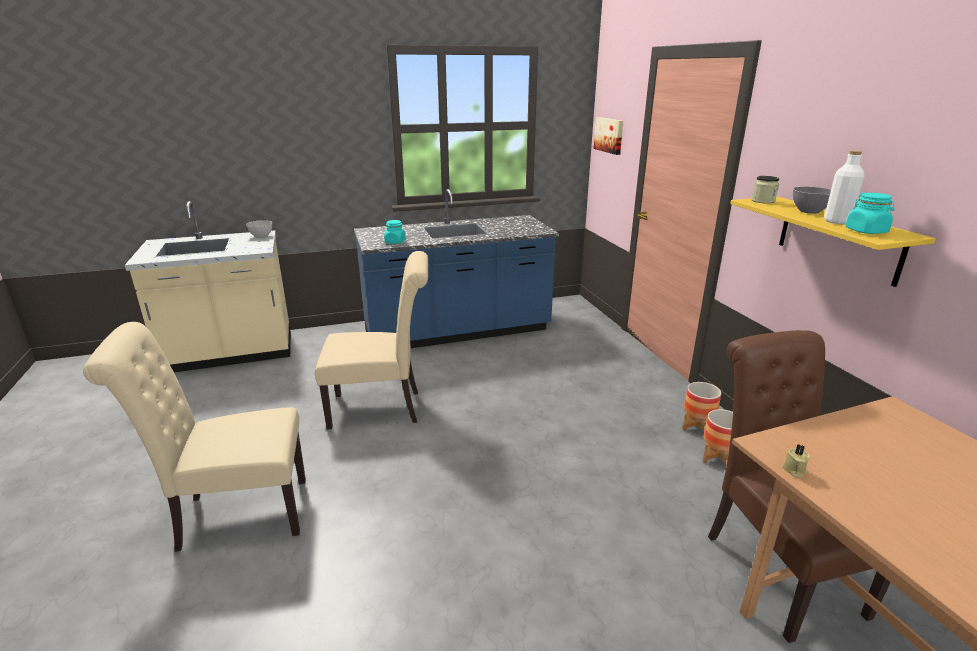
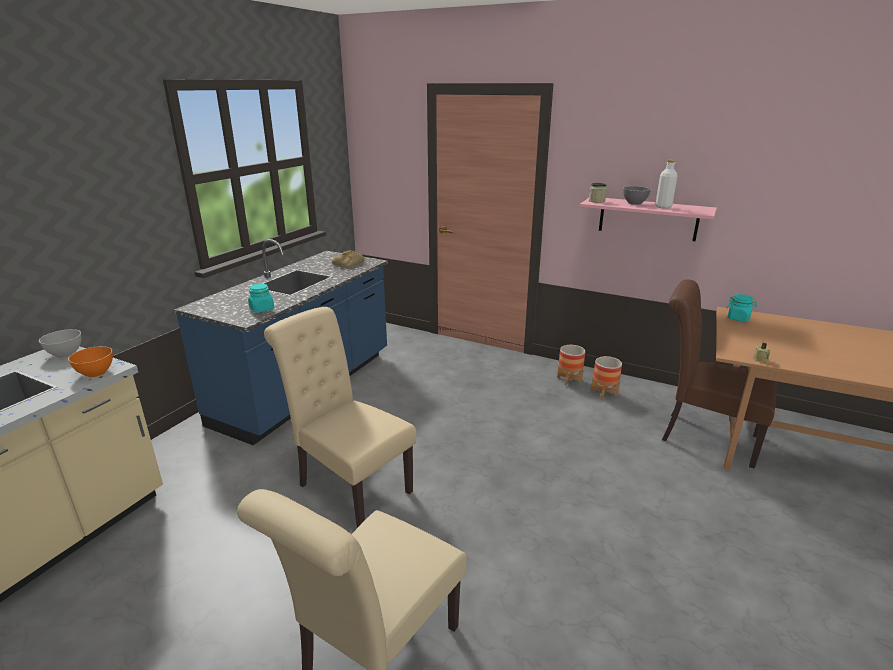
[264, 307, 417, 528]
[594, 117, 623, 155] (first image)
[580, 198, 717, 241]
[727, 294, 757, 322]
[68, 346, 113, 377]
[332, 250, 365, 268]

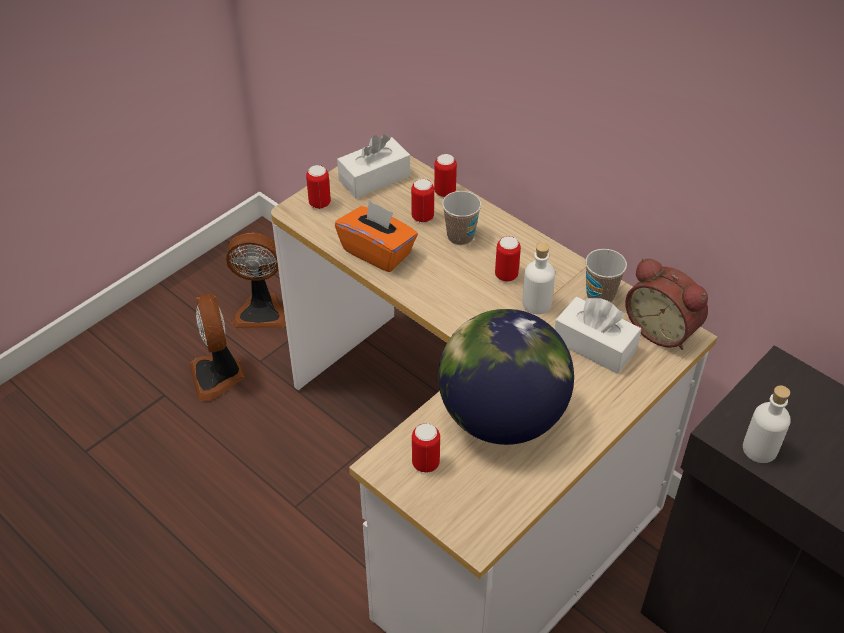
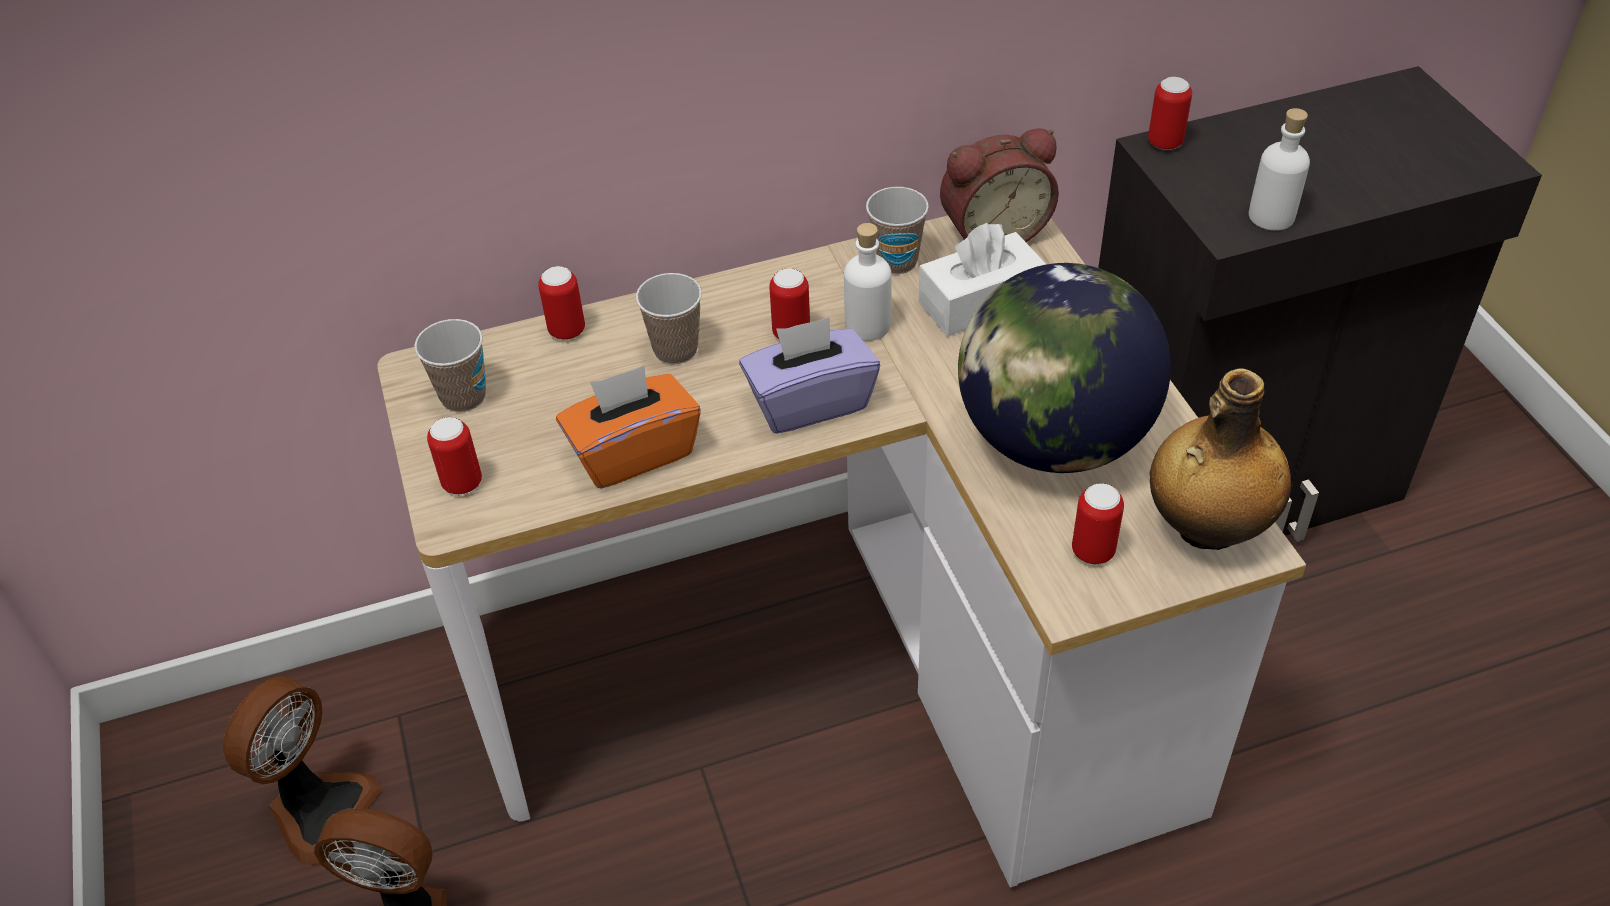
[414, 319, 486, 412]
[1148, 77, 1192, 150]
[739, 317, 880, 434]
[1150, 369, 1291, 550]

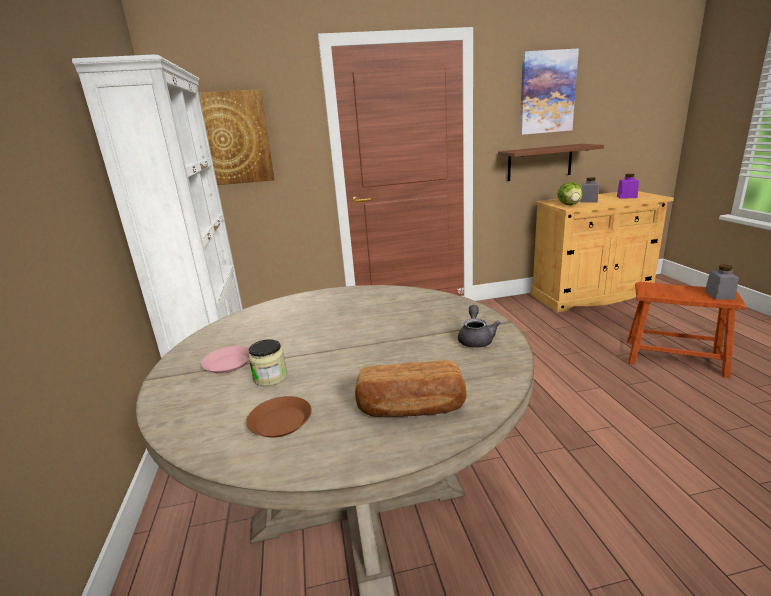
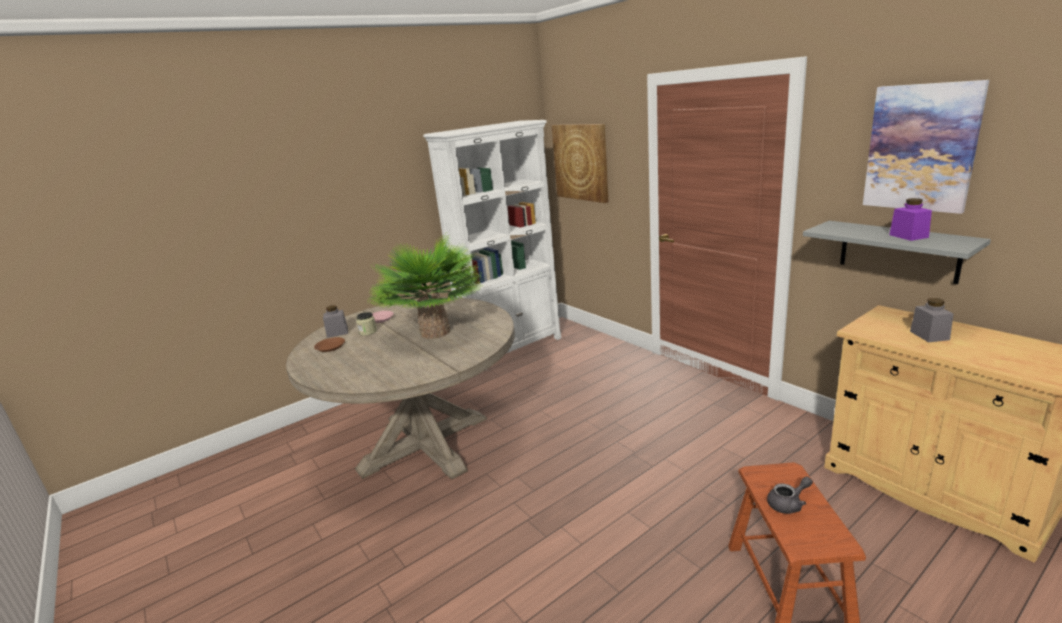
[355, 360, 466, 417] (first image)
[767, 476, 813, 514]
[803, 221, 991, 284]
[557, 182, 583, 205] (first image)
[889, 198, 932, 241]
[323, 305, 348, 338]
[367, 234, 485, 339]

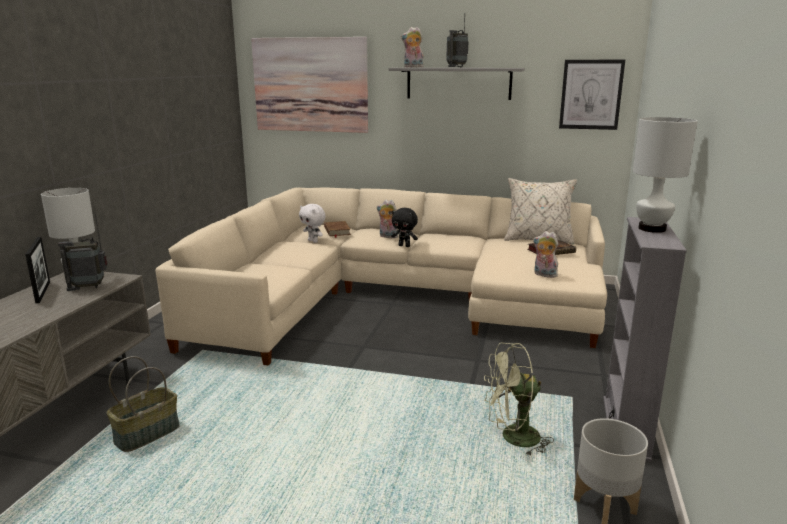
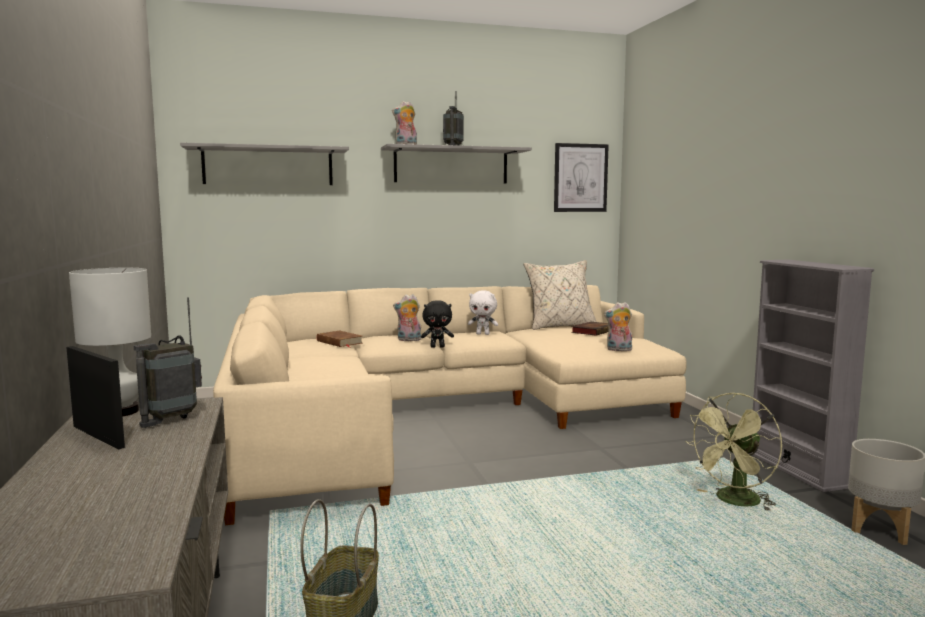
[180, 143, 349, 185]
[468, 290, 498, 335]
[633, 117, 698, 233] (first image)

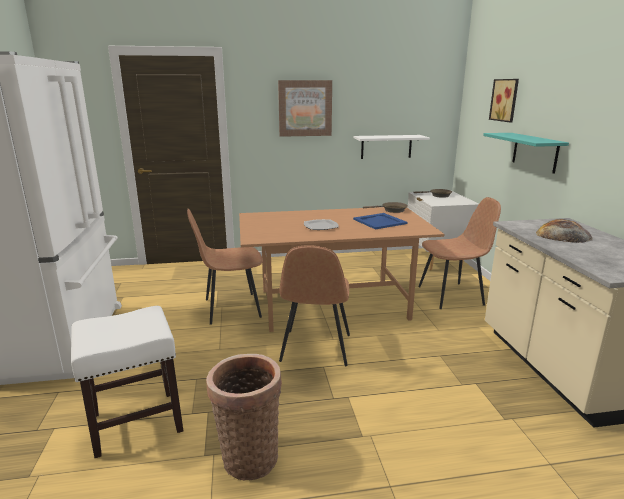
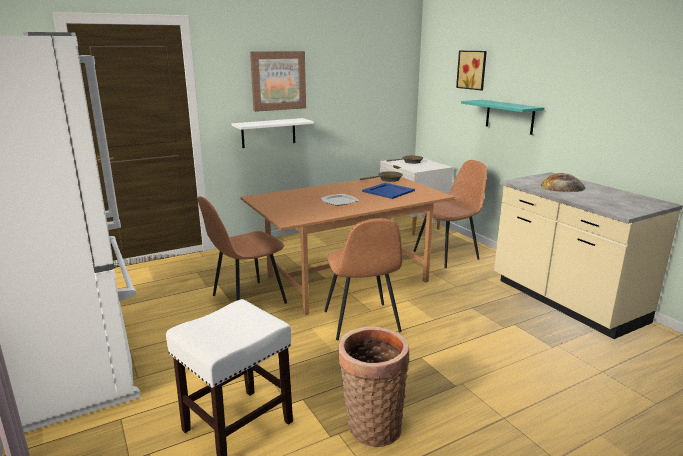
[232, 118, 314, 148]

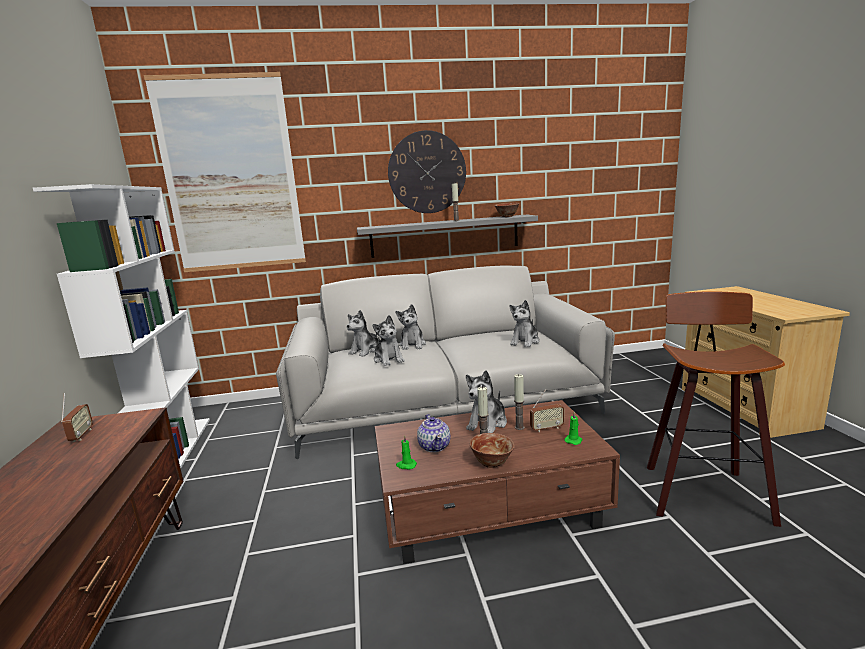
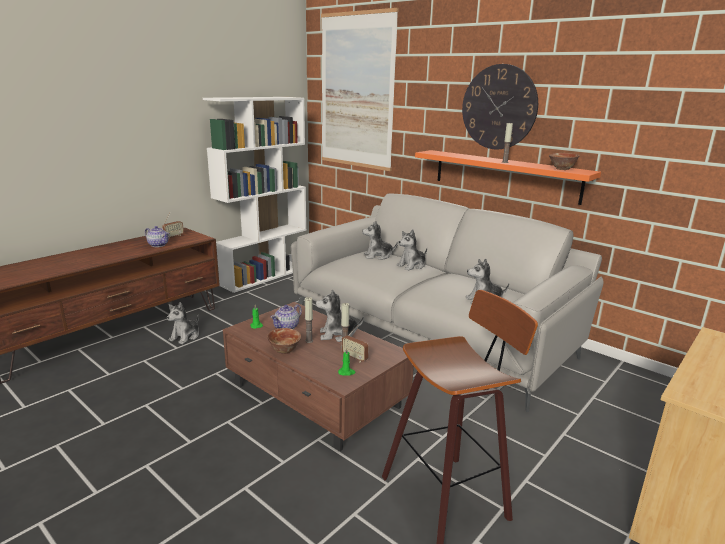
[415, 150, 601, 205]
[167, 302, 199, 344]
[145, 226, 169, 247]

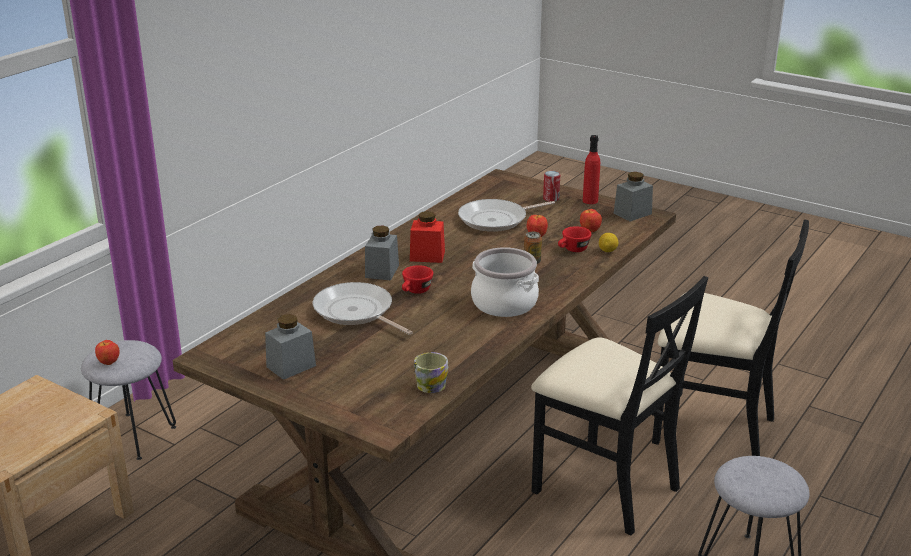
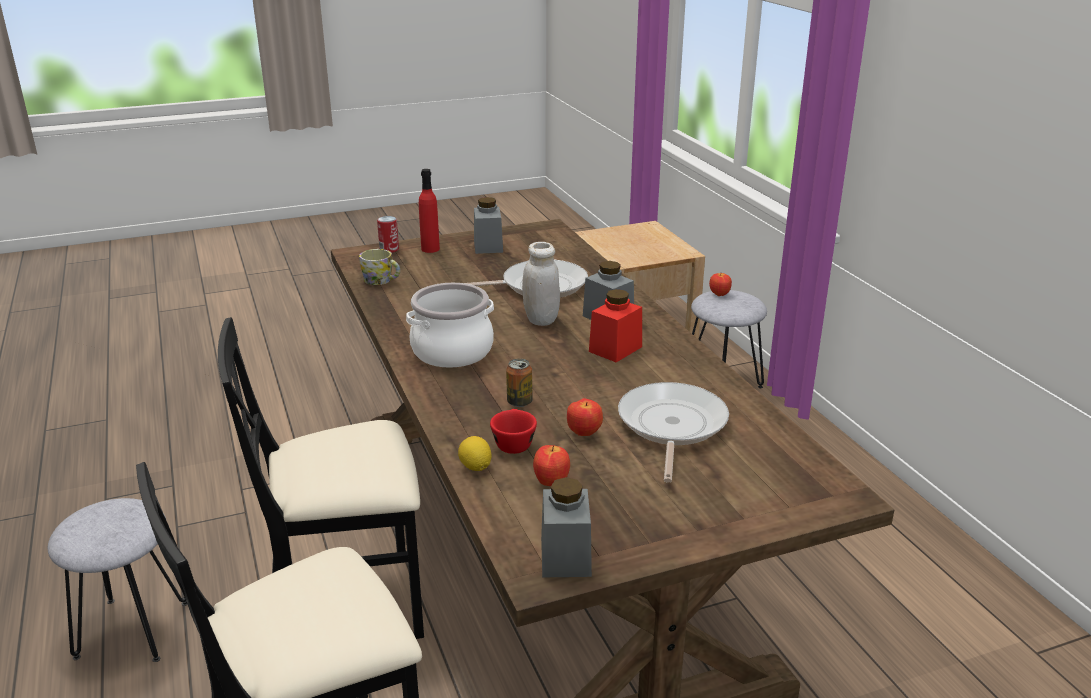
[522, 242, 560, 326]
[377, 216, 399, 253]
[419, 169, 440, 253]

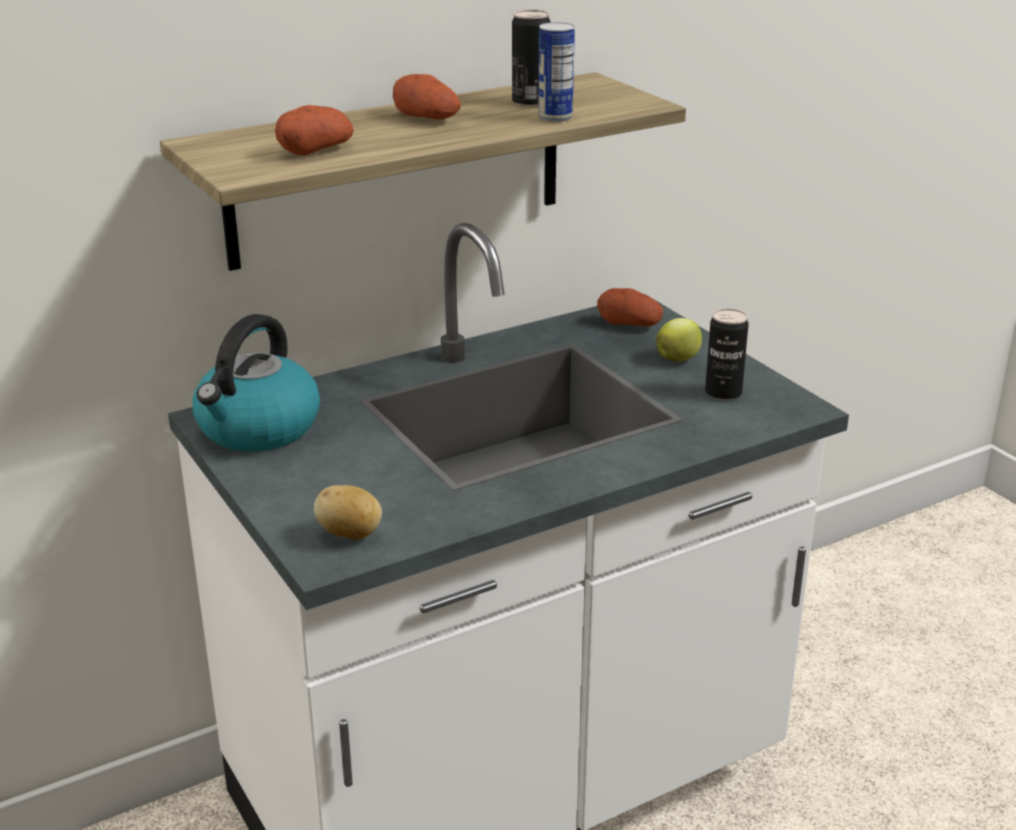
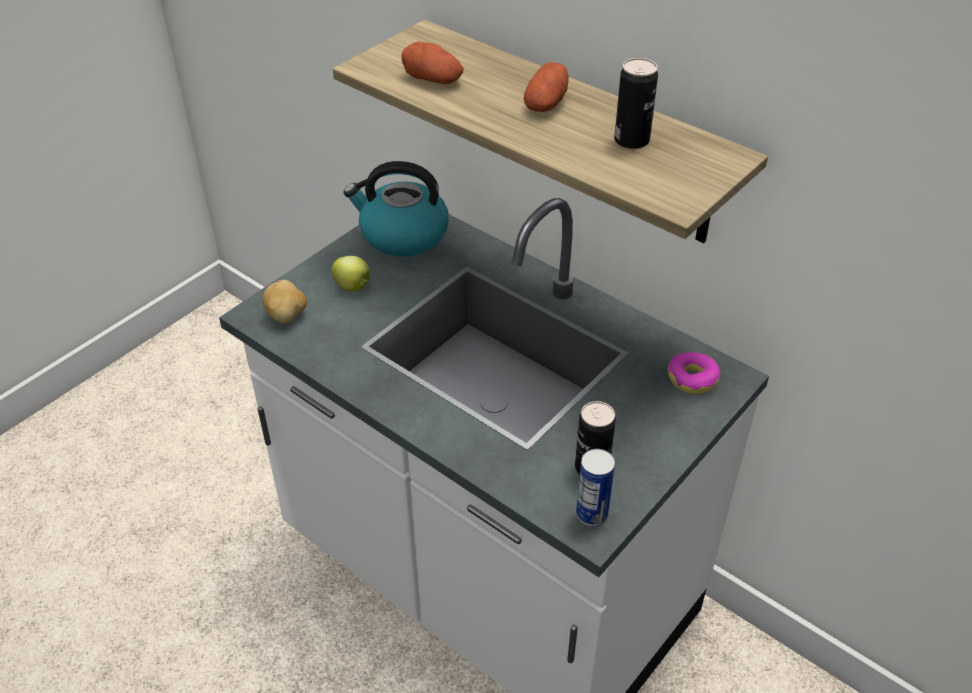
[576, 449, 615, 527]
[668, 352, 721, 394]
[331, 256, 370, 292]

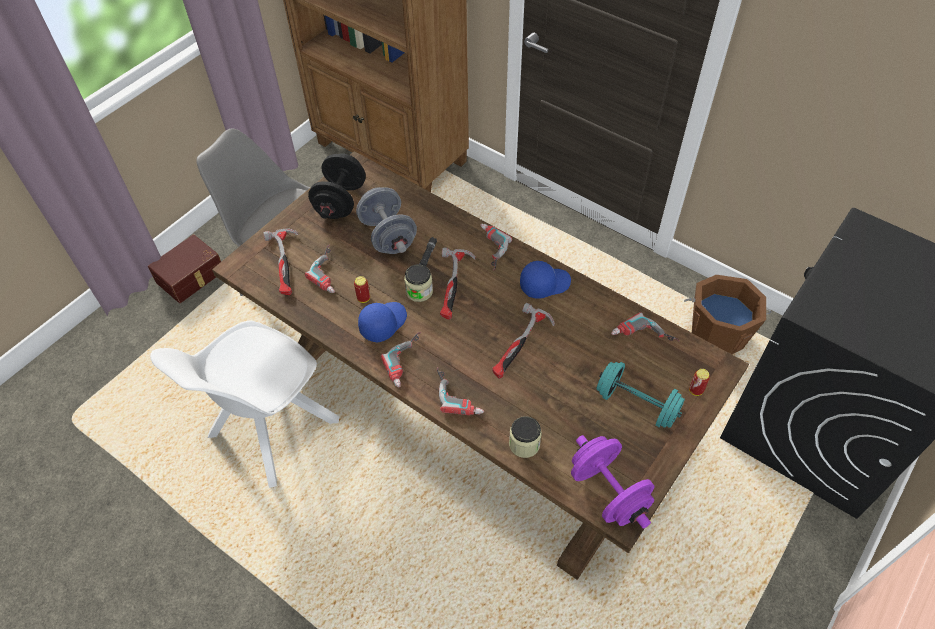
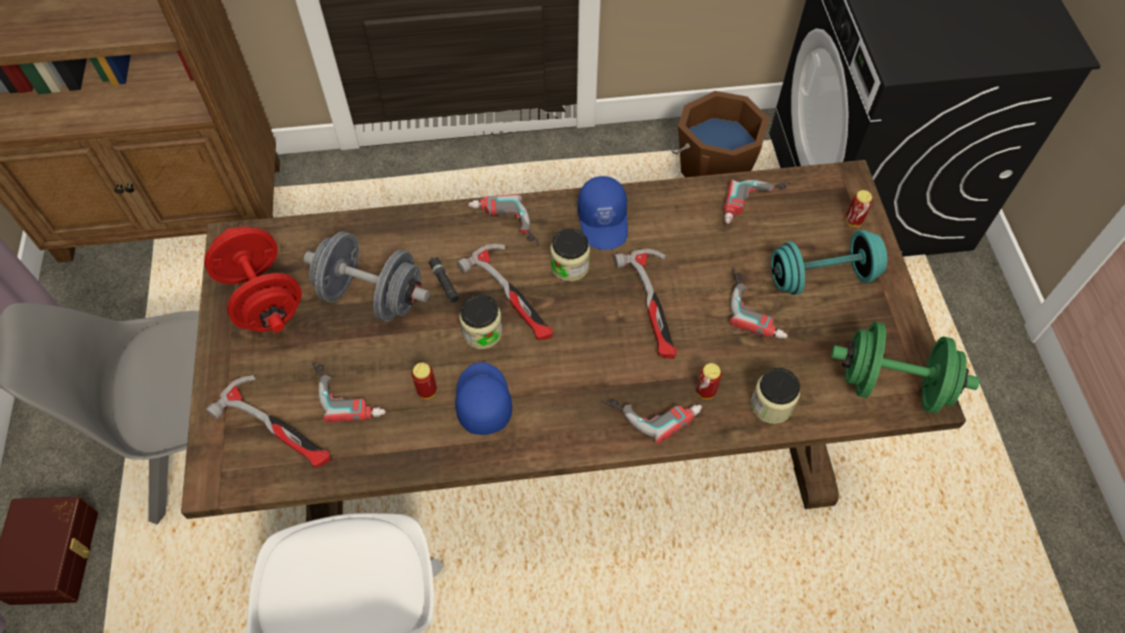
[204, 227, 302, 332]
[729, 267, 788, 339]
[578, 176, 628, 250]
[831, 322, 980, 414]
[550, 228, 590, 281]
[696, 363, 722, 399]

